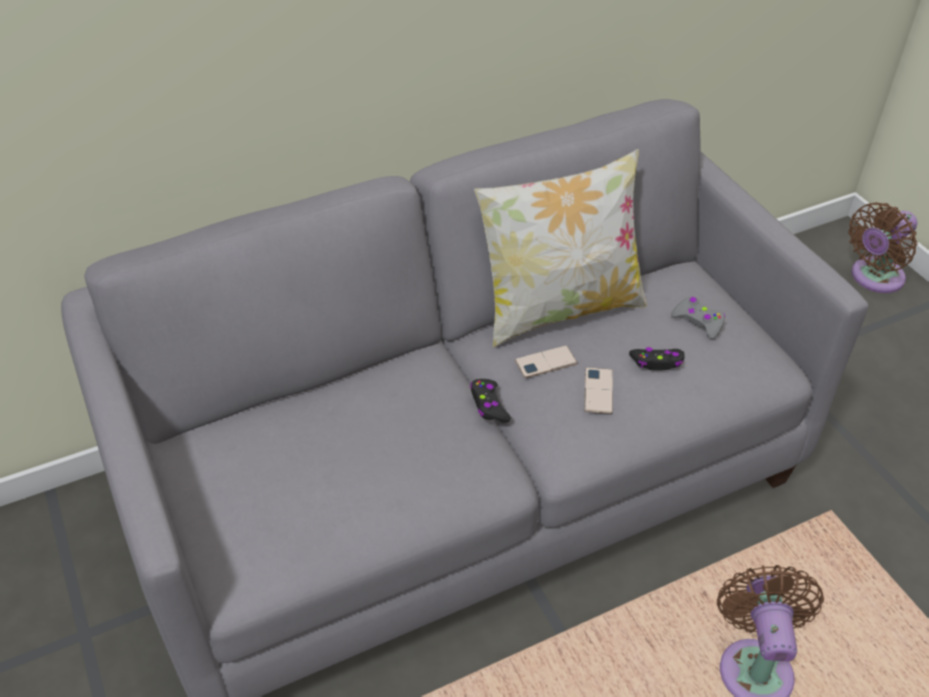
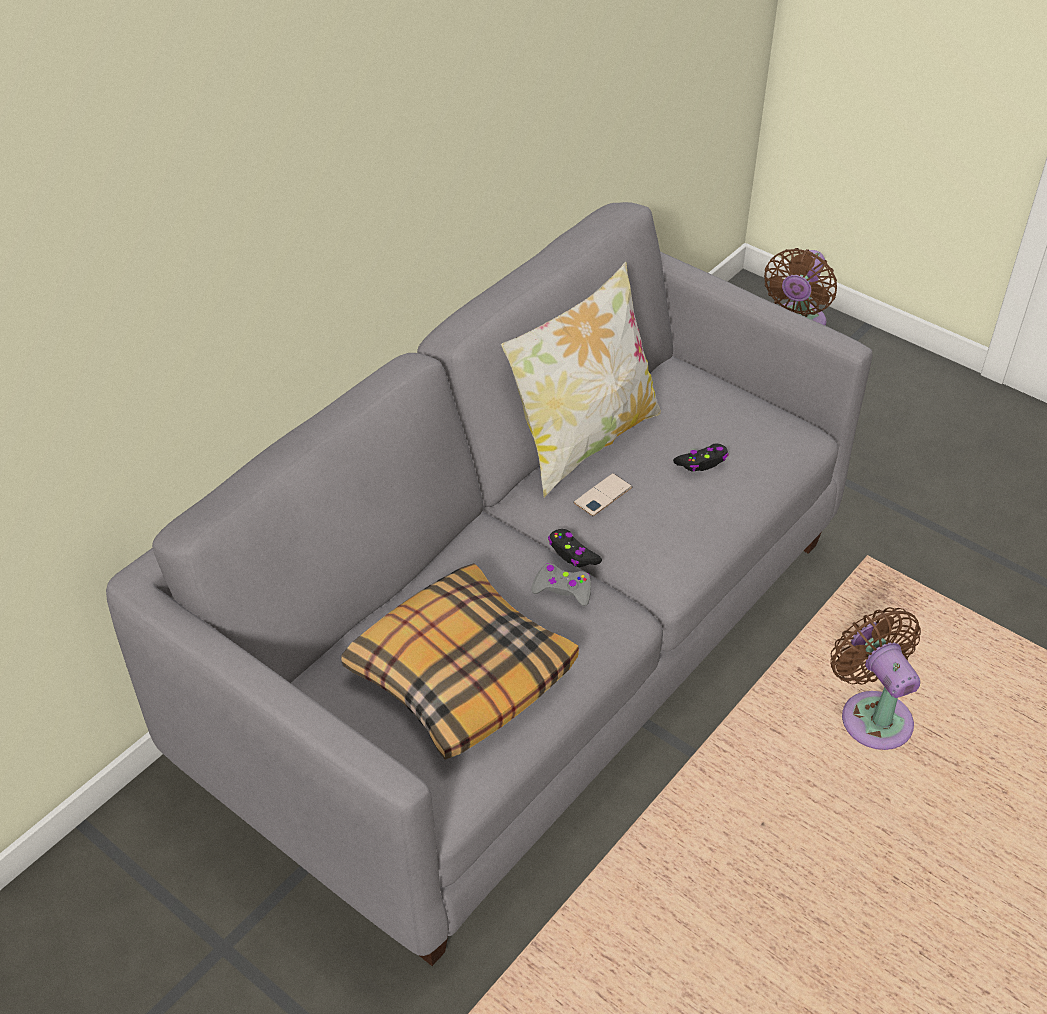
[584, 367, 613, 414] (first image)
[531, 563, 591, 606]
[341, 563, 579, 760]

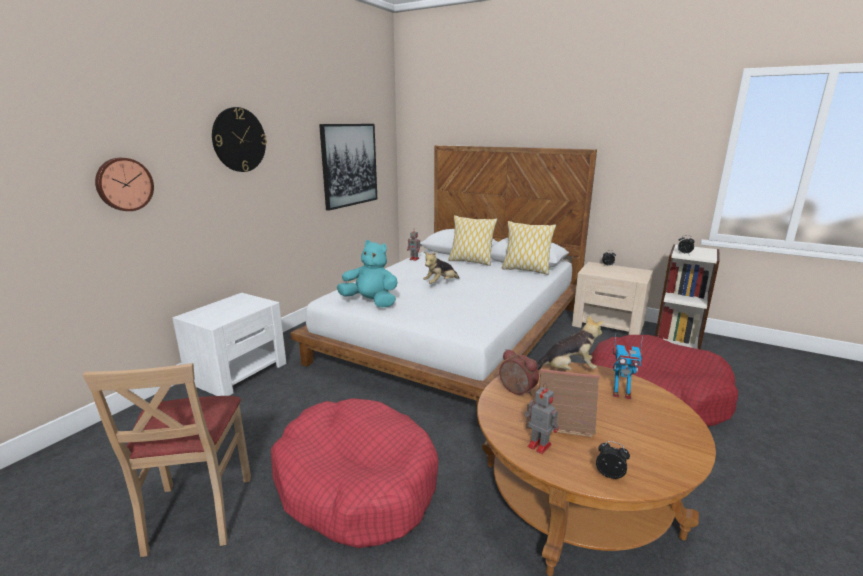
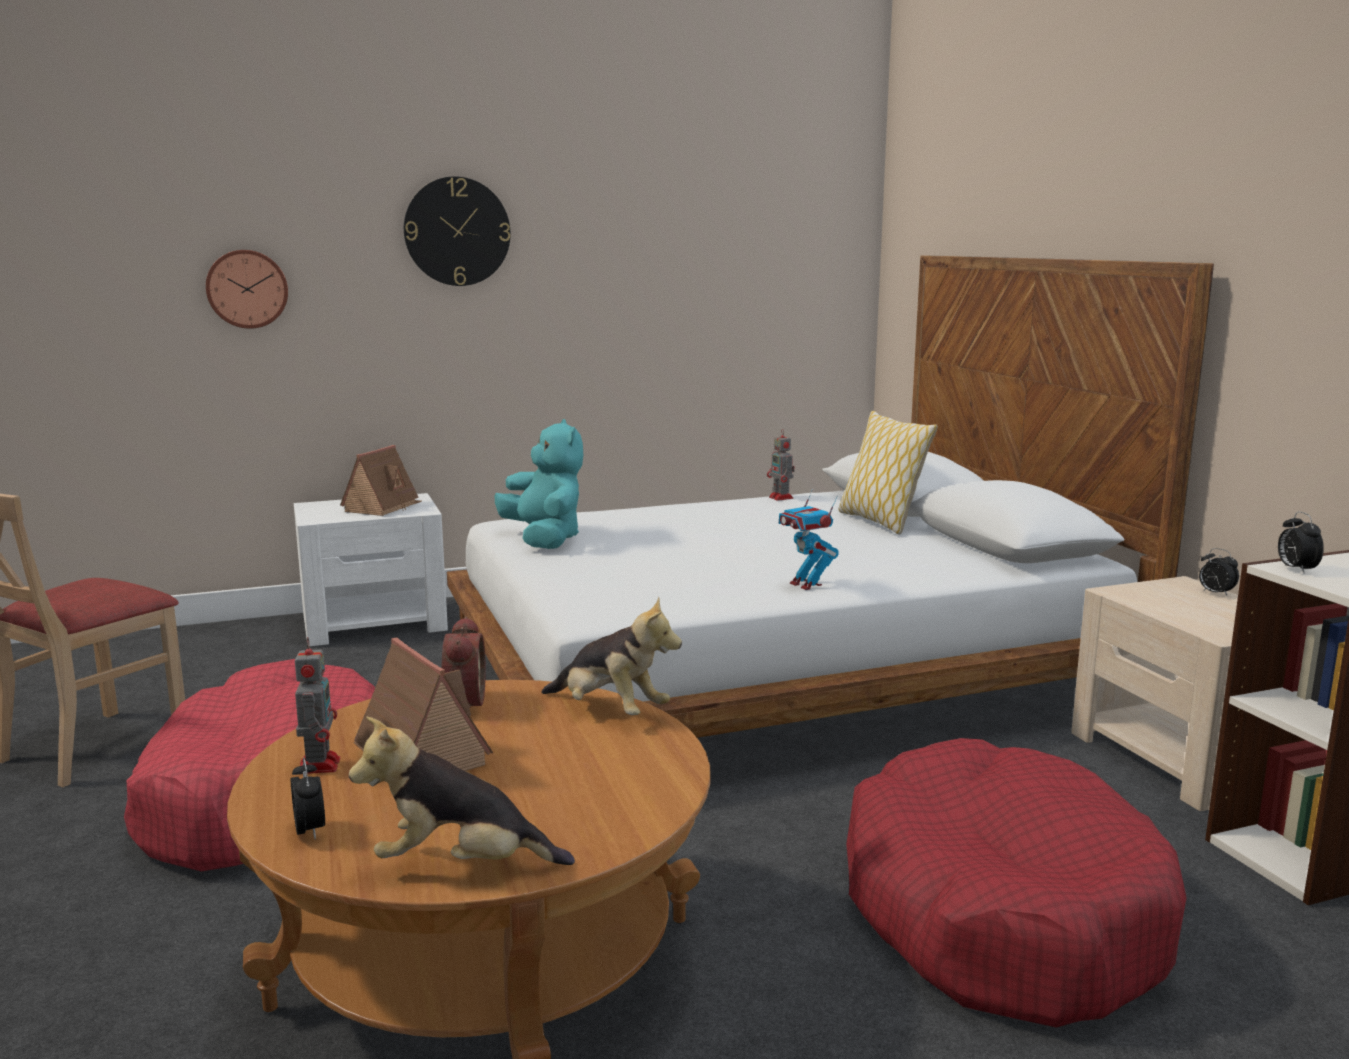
[319, 124, 377, 211] (first image)
[349, 717, 575, 865]
[502, 221, 556, 275] (first image)
[779, 489, 839, 590]
[340, 445, 422, 516]

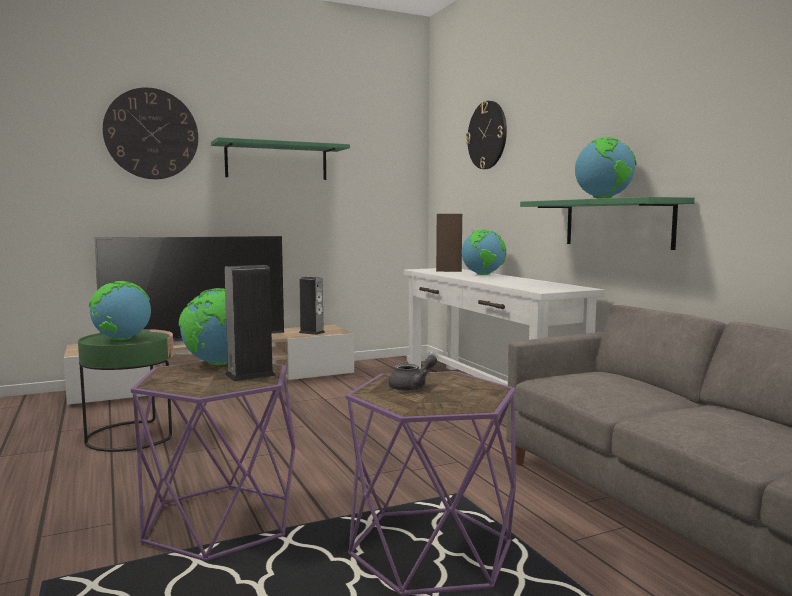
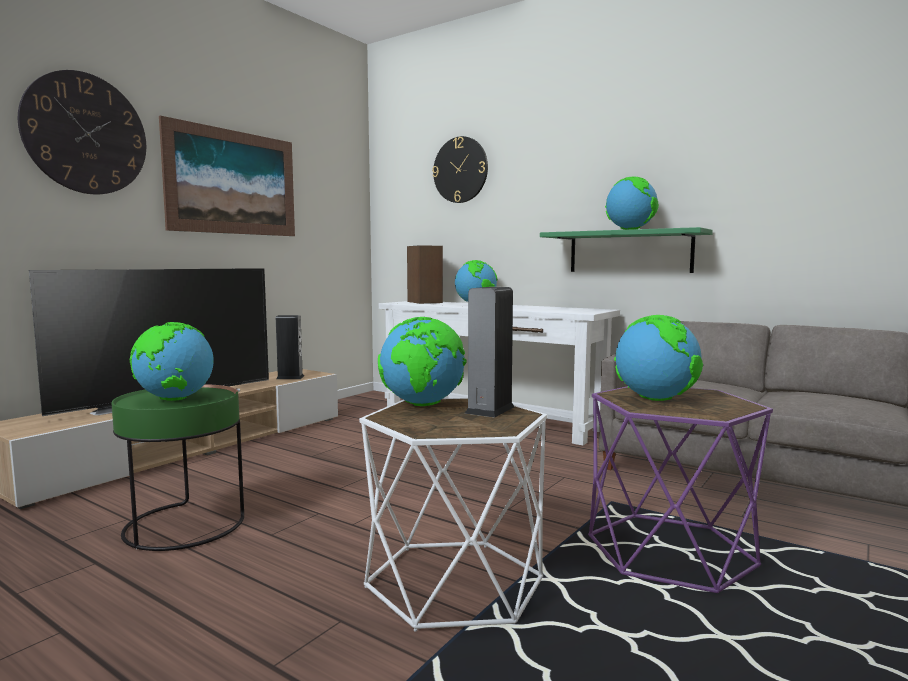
[359, 398, 547, 631]
[159, 116, 295, 236]
[614, 315, 703, 401]

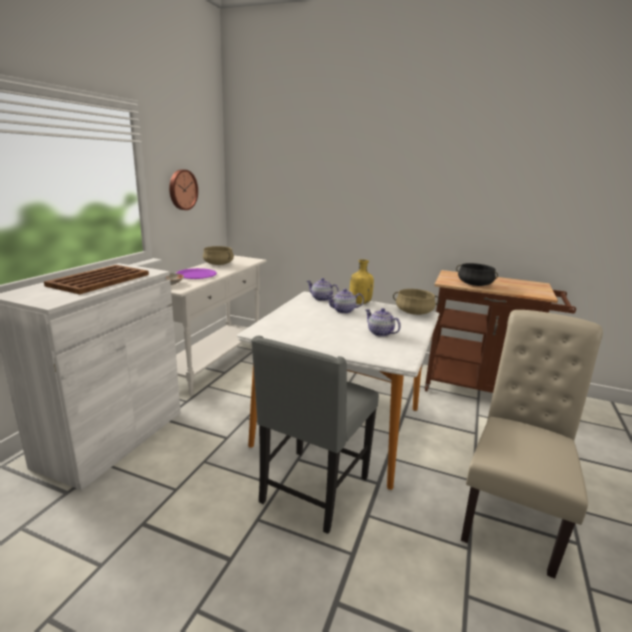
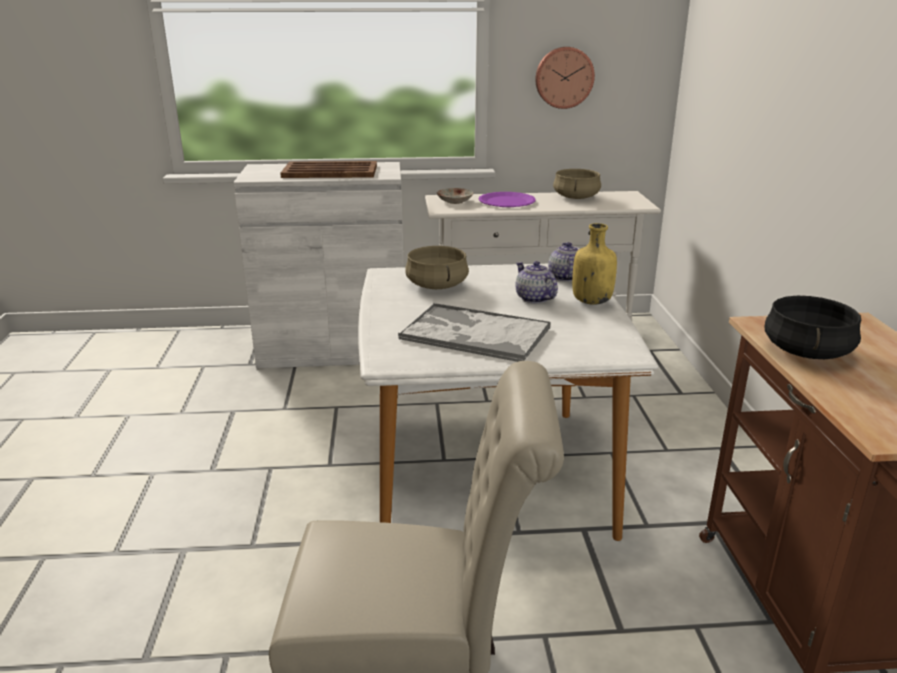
[251, 336, 379, 534] (first image)
[398, 303, 551, 362]
[405, 246, 469, 289]

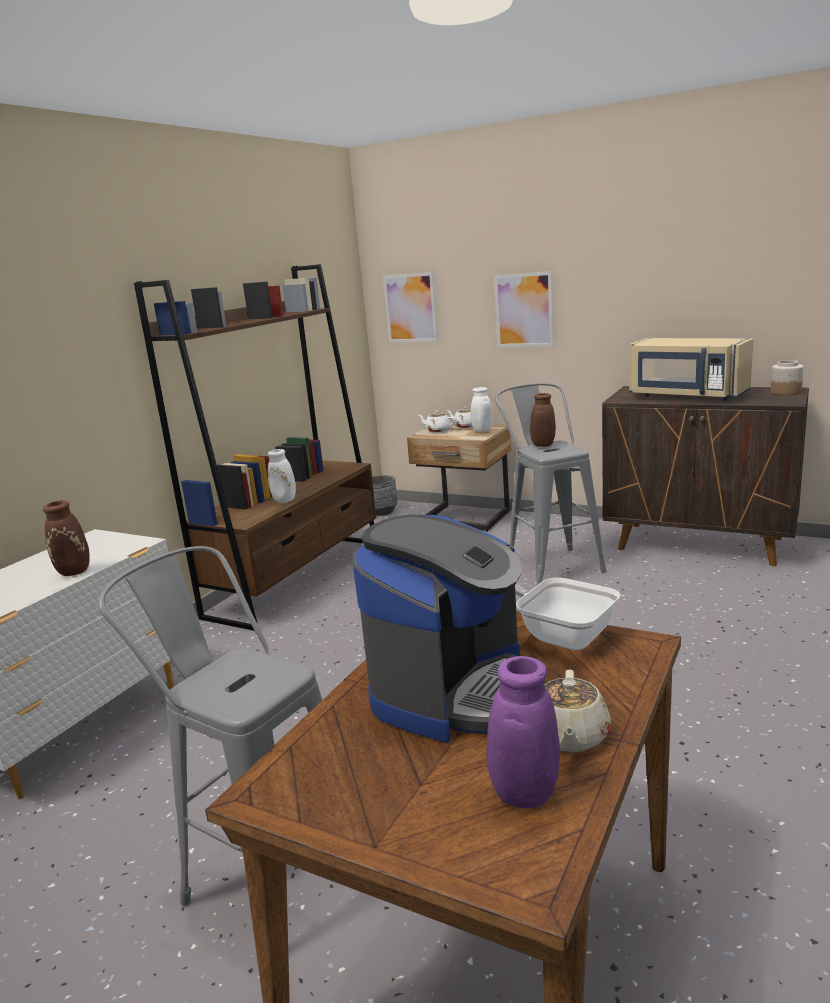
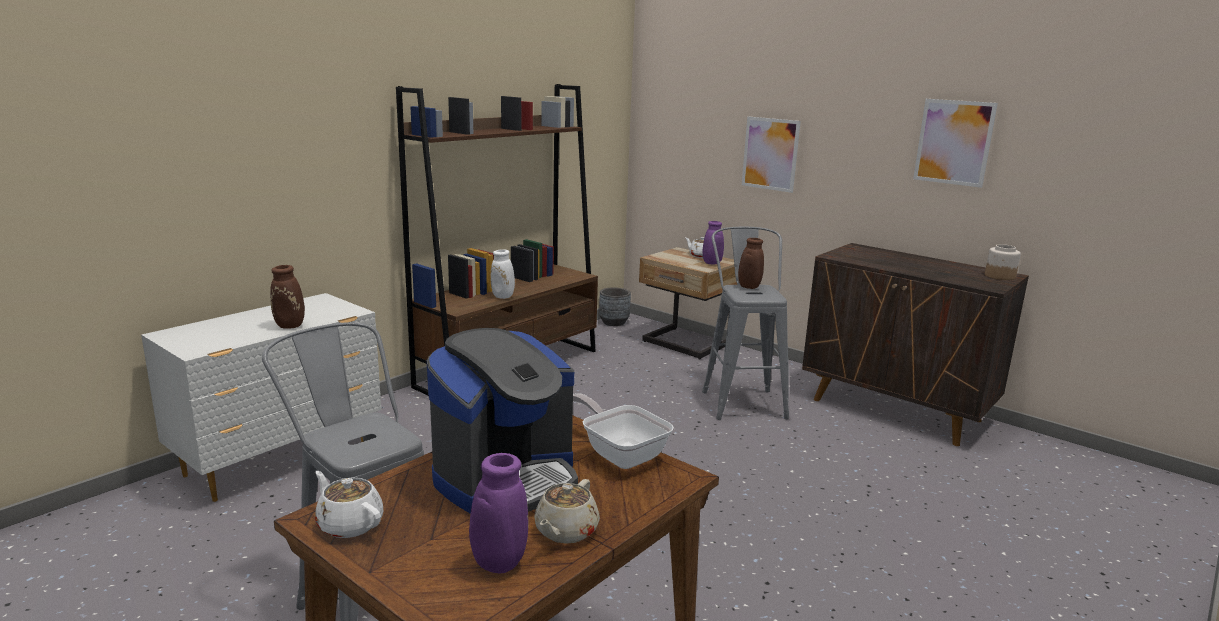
[913, 99, 998, 188]
[315, 471, 384, 538]
[703, 221, 724, 264]
[629, 338, 753, 400] (first image)

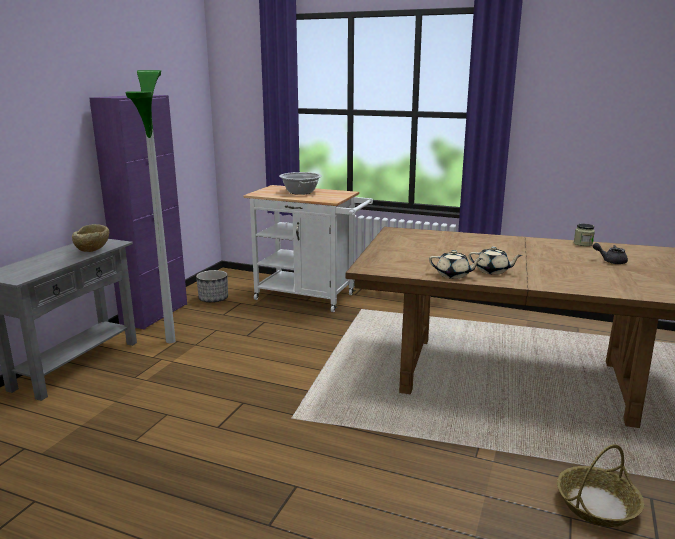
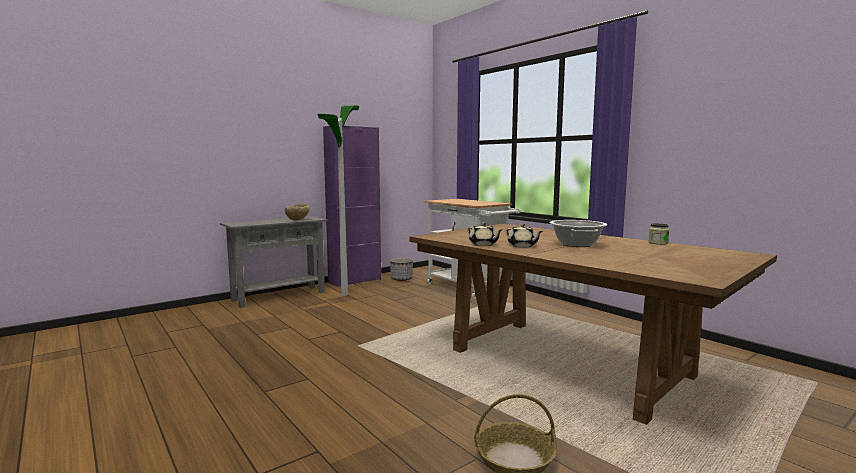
[549, 220, 607, 247]
[593, 243, 628, 264] (first image)

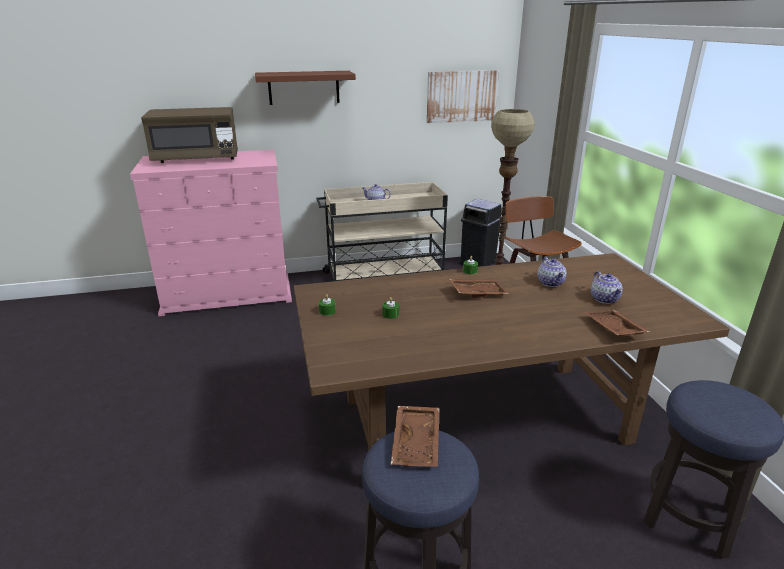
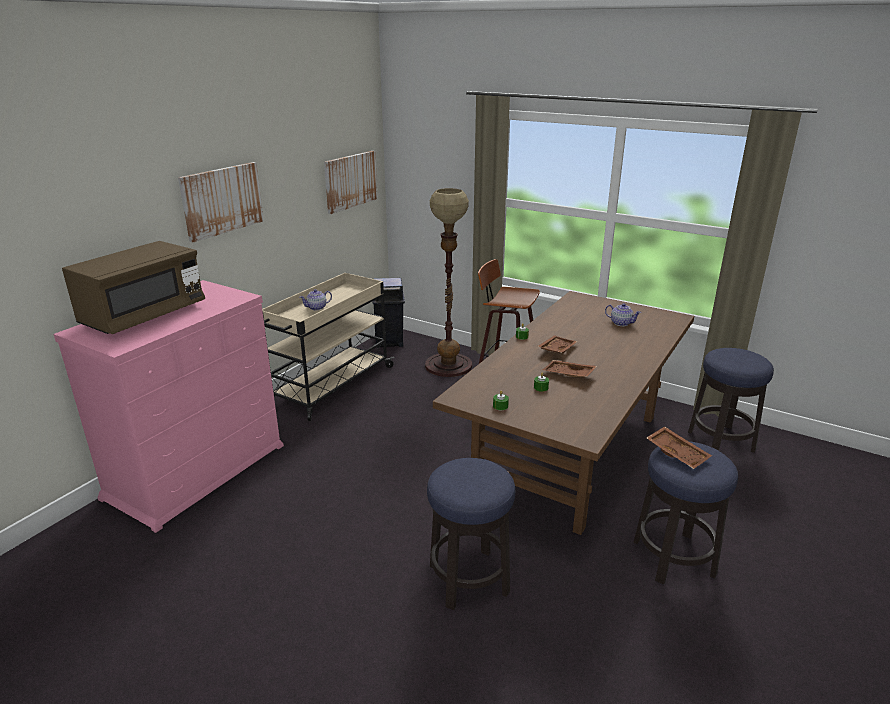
[178, 162, 264, 242]
[538, 257, 566, 287] (first image)
[542, 360, 597, 377]
[427, 458, 515, 610]

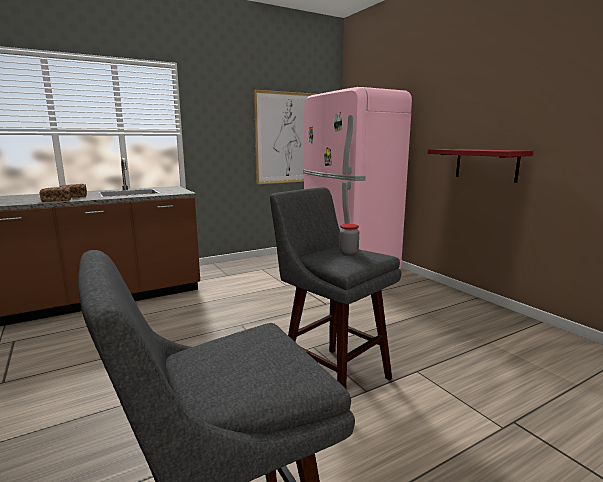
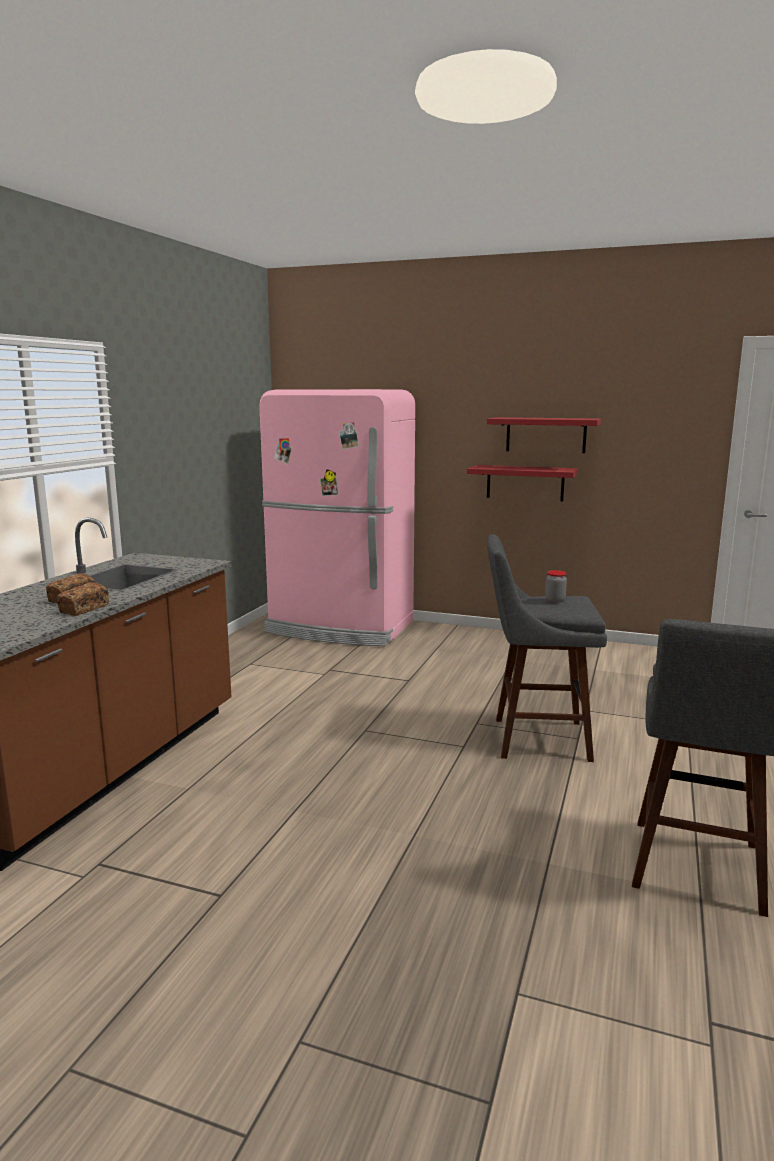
[254, 90, 315, 184] (first image)
[487, 417, 601, 453]

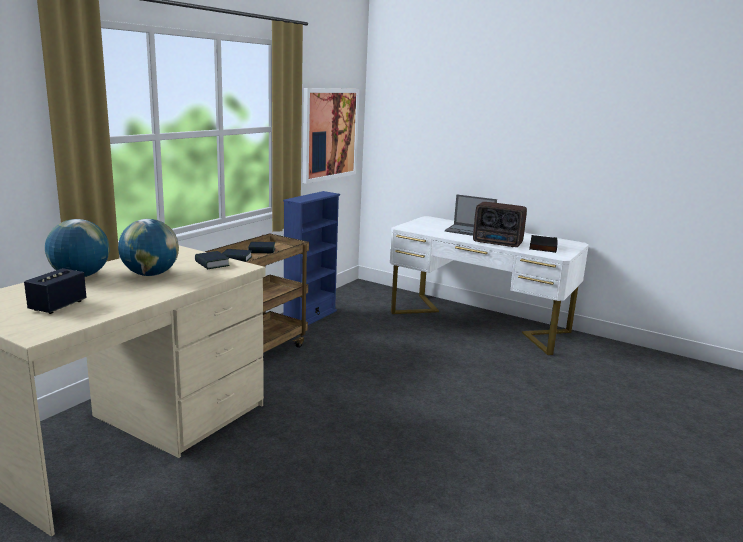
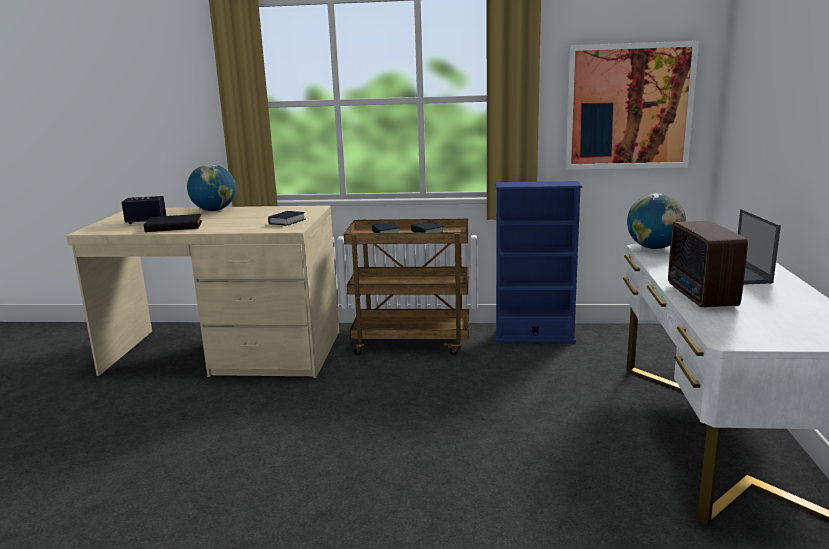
[627, 193, 686, 249]
[144, 214, 202, 232]

